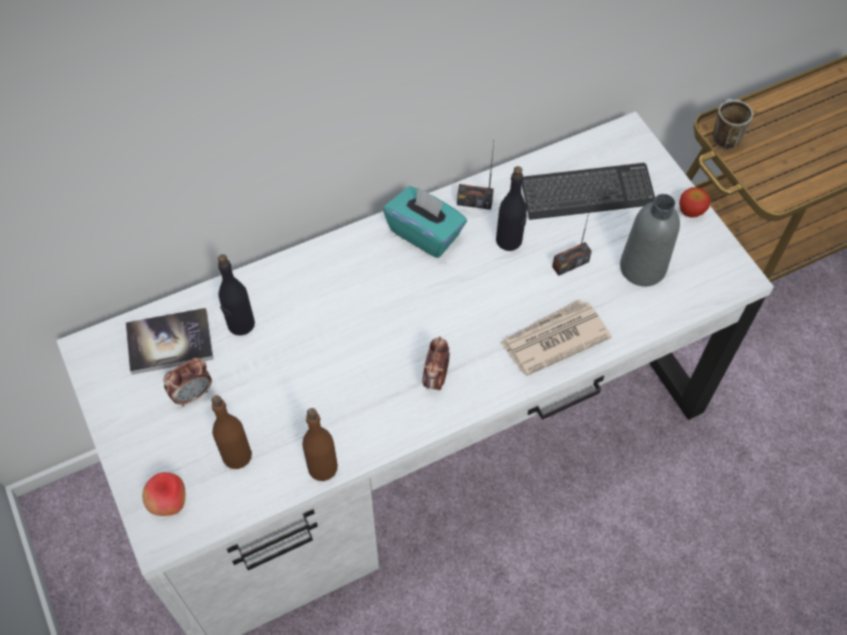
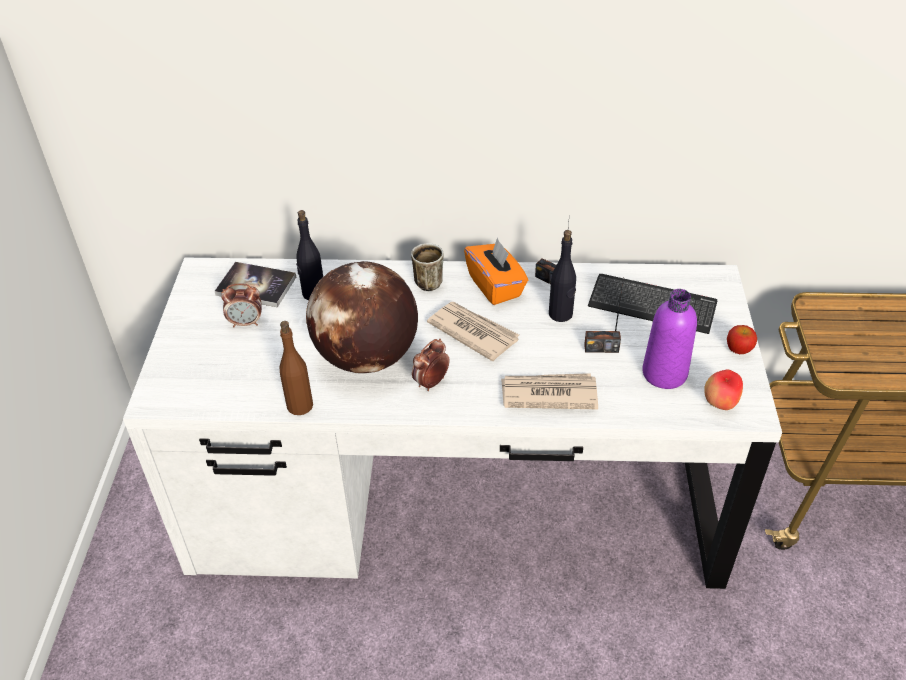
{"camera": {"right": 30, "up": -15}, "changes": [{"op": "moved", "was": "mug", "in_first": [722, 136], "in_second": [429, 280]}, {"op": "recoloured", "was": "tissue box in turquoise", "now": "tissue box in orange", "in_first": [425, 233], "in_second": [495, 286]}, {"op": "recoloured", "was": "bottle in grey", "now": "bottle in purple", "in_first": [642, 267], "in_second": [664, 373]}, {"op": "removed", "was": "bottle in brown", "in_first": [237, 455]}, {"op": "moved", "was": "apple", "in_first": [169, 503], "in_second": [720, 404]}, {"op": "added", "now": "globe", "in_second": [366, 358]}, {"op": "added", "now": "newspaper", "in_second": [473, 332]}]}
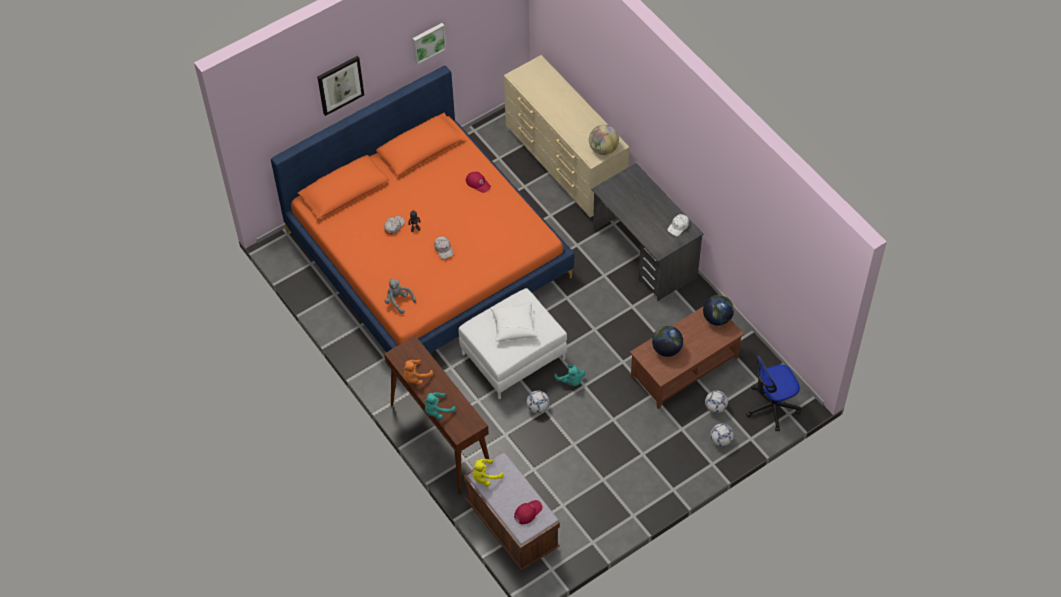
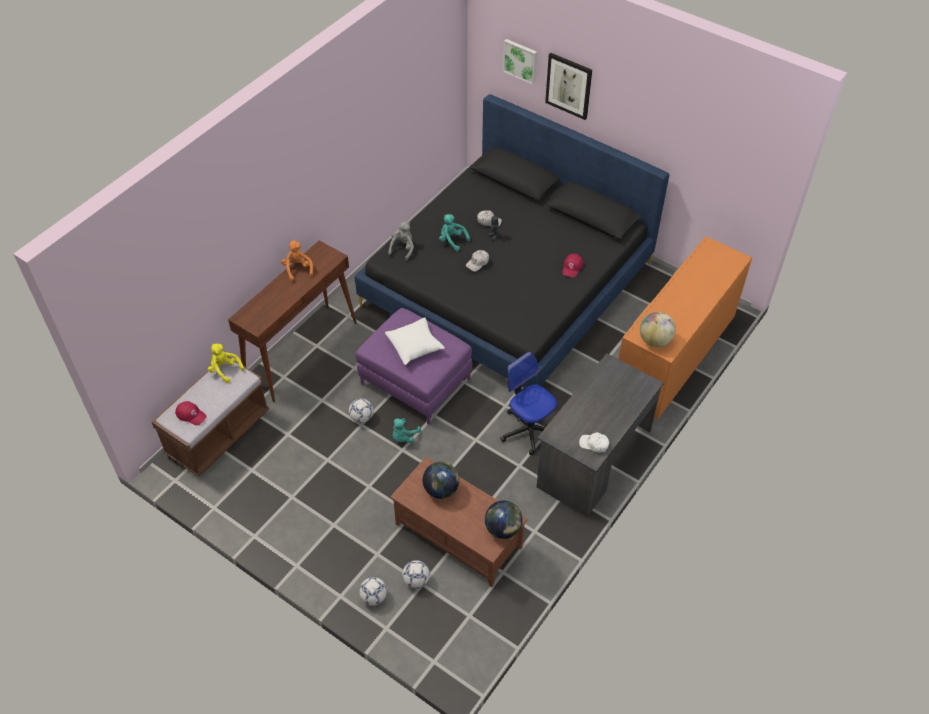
{"camera": {"right": 70, "up": -5}, "changes": [{"op": "moved", "was": "picture", "in_first": [428, 42], "in_second": [520, 60]}, {"op": "recoloured", "was": "dresser in beige", "now": "dresser in orange", "in_first": [565, 165], "in_second": [672, 359]}, {"op": "recoloured", "was": "bed in orange", "now": "bed in black", "in_first": [428, 254], "in_second": [508, 284]}, {"op": "recoloured", "was": "ottoman in white", "now": "ottoman in purple", "in_first": [513, 356], "in_second": [416, 381]}, {"op": "moved", "was": "office chair", "in_first": [771, 406], "in_second": [528, 430]}, {"op": "turned", "was": "plush toy in orange", "in_first": [415, 378], "in_second": [298, 269], "clockwise": 45}, {"op": "moved", "was": "plush toy in turquoise", "in_first": [437, 411], "in_second": [452, 240]}]}
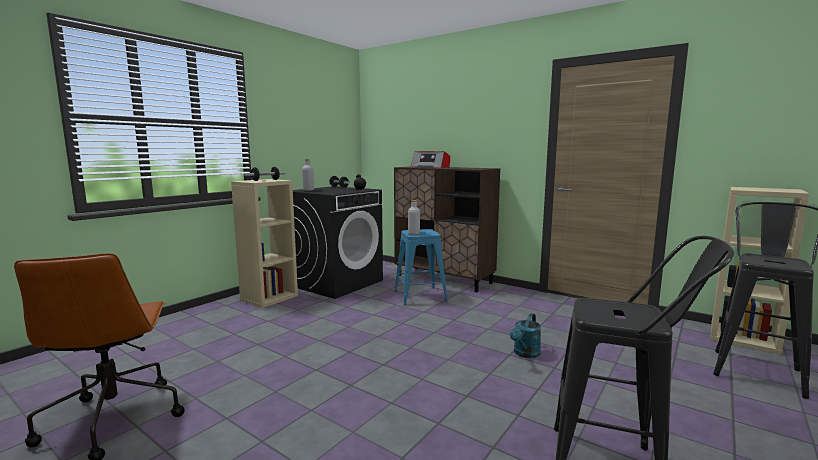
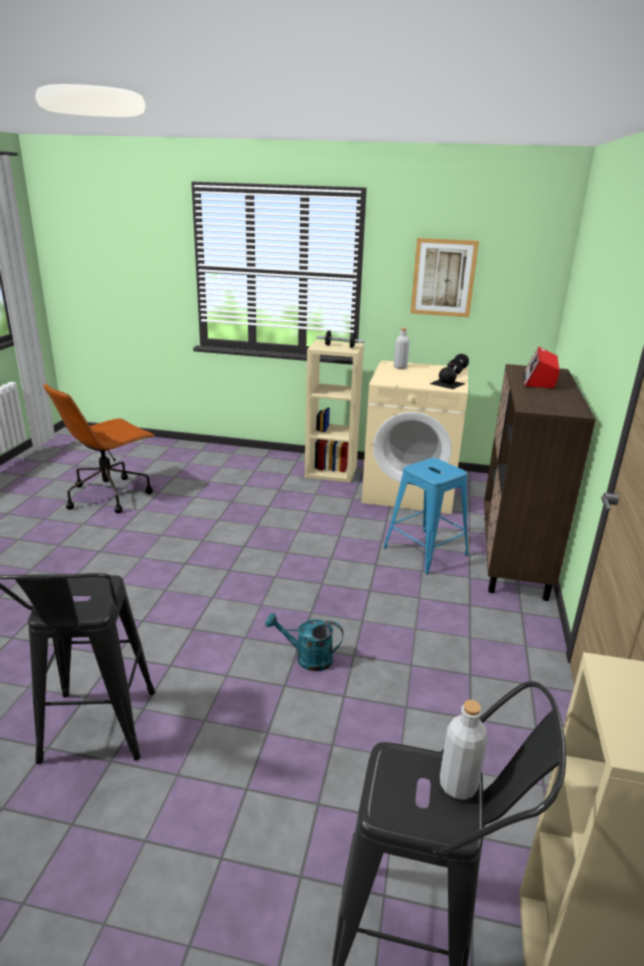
{"camera": {"right": 65, "up": 15}, "changes": [{"op": "recoloured", "was": "washing machine in black", "now": "washing machine in beige", "in_first": [337, 283], "in_second": [410, 490]}, {"op": "moved", "was": "bottle in grey", "in_first": [413, 234], "in_second": [458, 785]}, {"op": "added", "now": "picture", "in_second": [443, 278]}]}
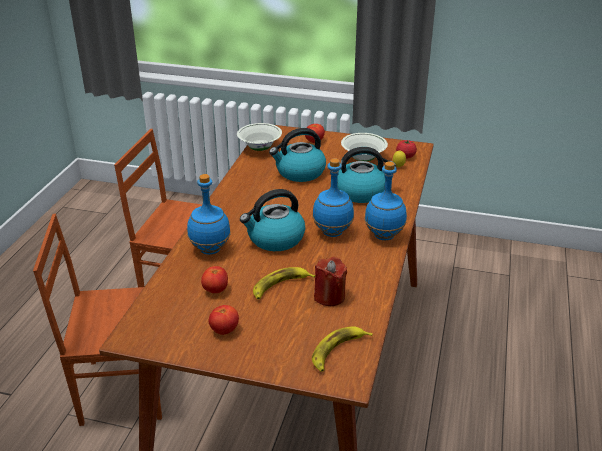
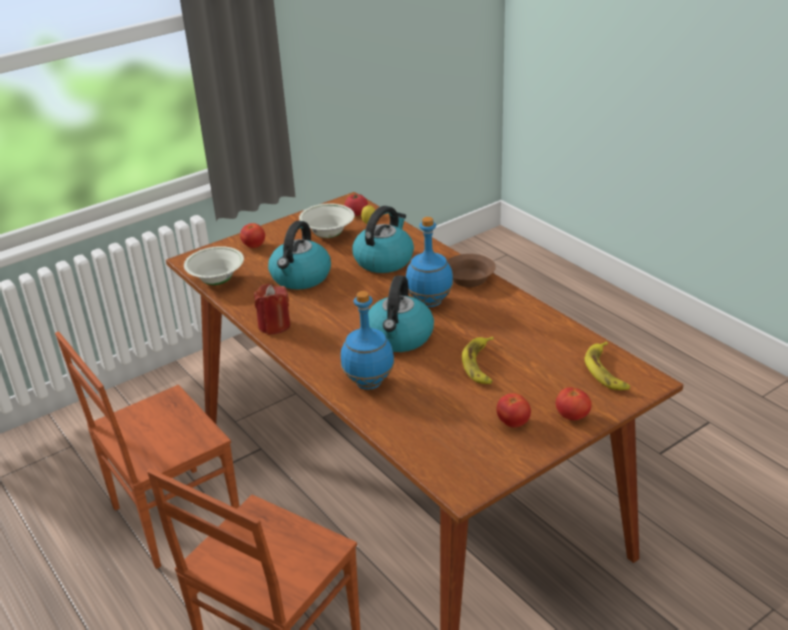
{"camera": {"right": -50, "up": 0}, "changes": [{"op": "replaced", "was": "bottle in blue", "now": "bowl in brown", "in_first": [384, 235], "in_second": [468, 279]}, {"op": "moved", "was": "candle in red", "in_first": [329, 296], "in_second": [274, 325]}, {"op": "moved", "was": "tomato", "in_first": [215, 290], "in_second": [572, 416]}]}
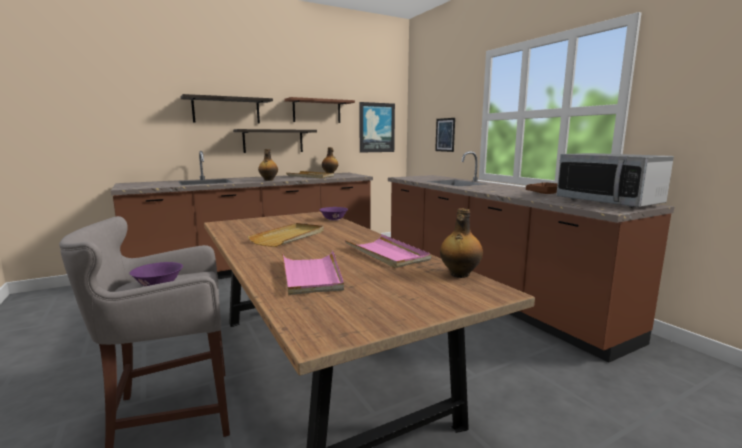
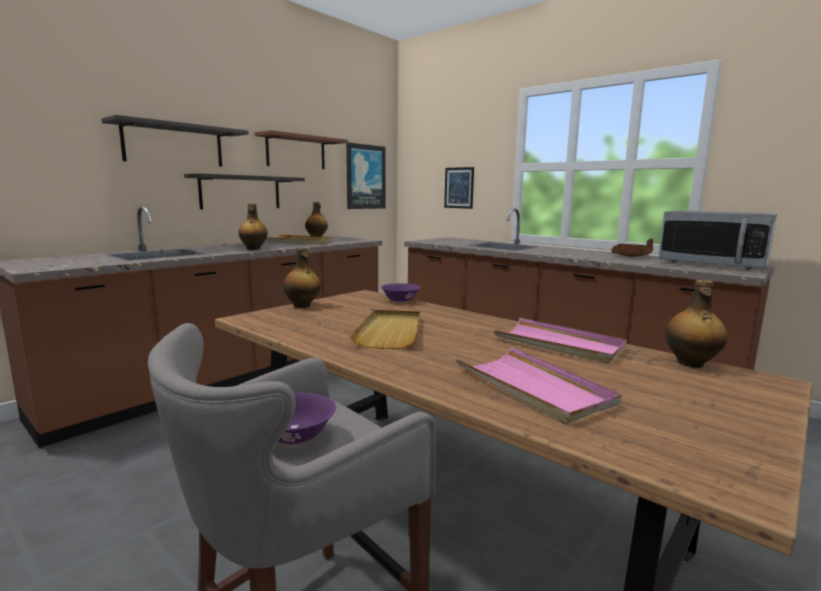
{"camera": {"right": -20, "up": 0}, "changes": [{"op": "added", "now": "bottle", "in_second": [302, 306]}]}
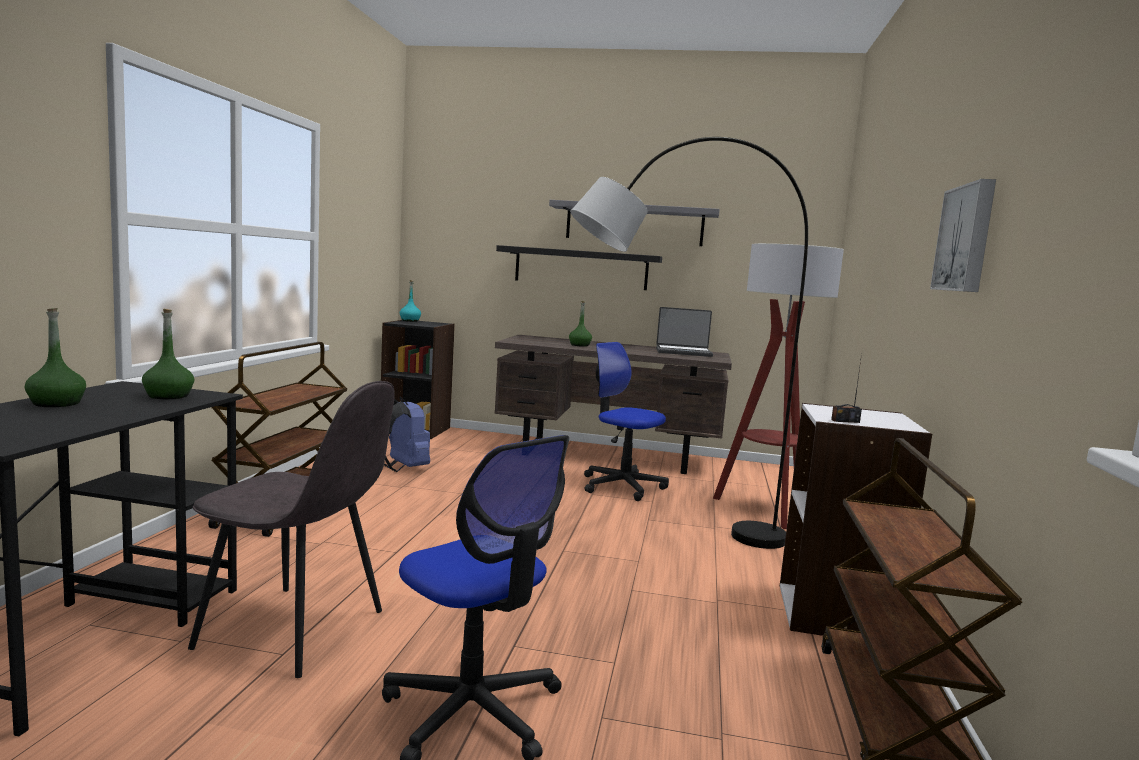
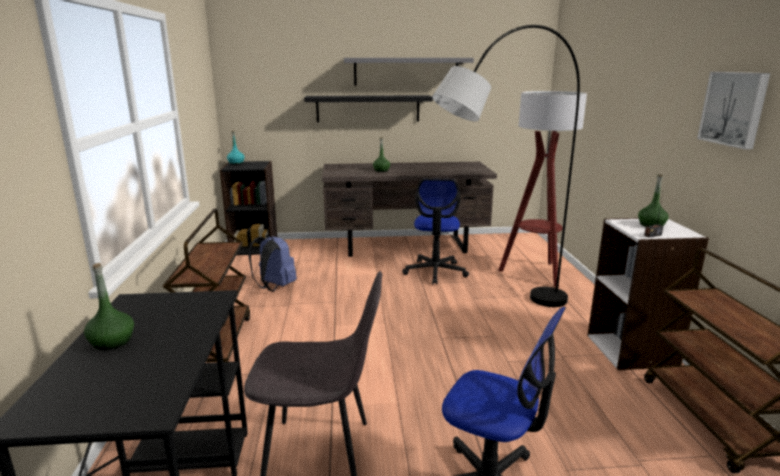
{"camera": {"right": -15, "up": 10}, "changes": [{"op": "removed", "was": "laptop", "in_first": [683, 352]}, {"op": "moved", "was": "bottle in green", "in_first": [169, 396], "in_second": [651, 225]}, {"op": "turned", "was": "office chair", "in_first": [622, 486], "in_second": [435, 272], "clockwise": -105}]}
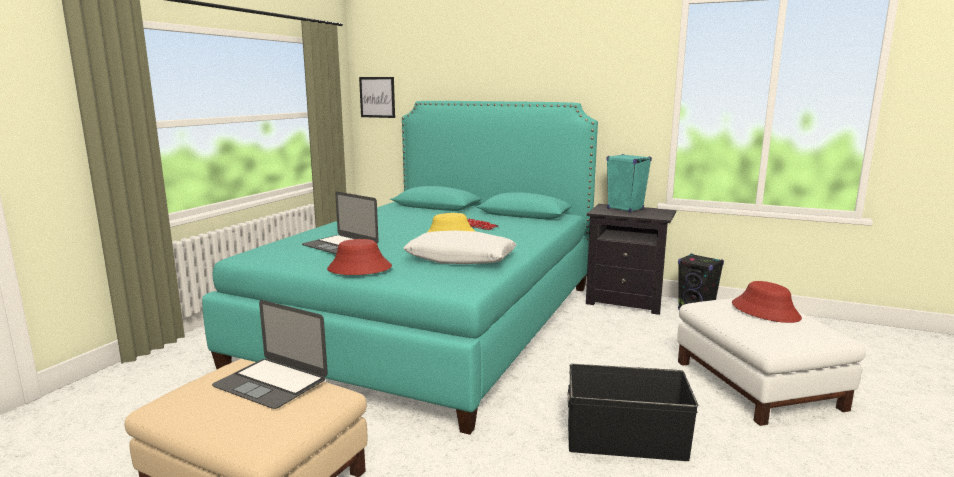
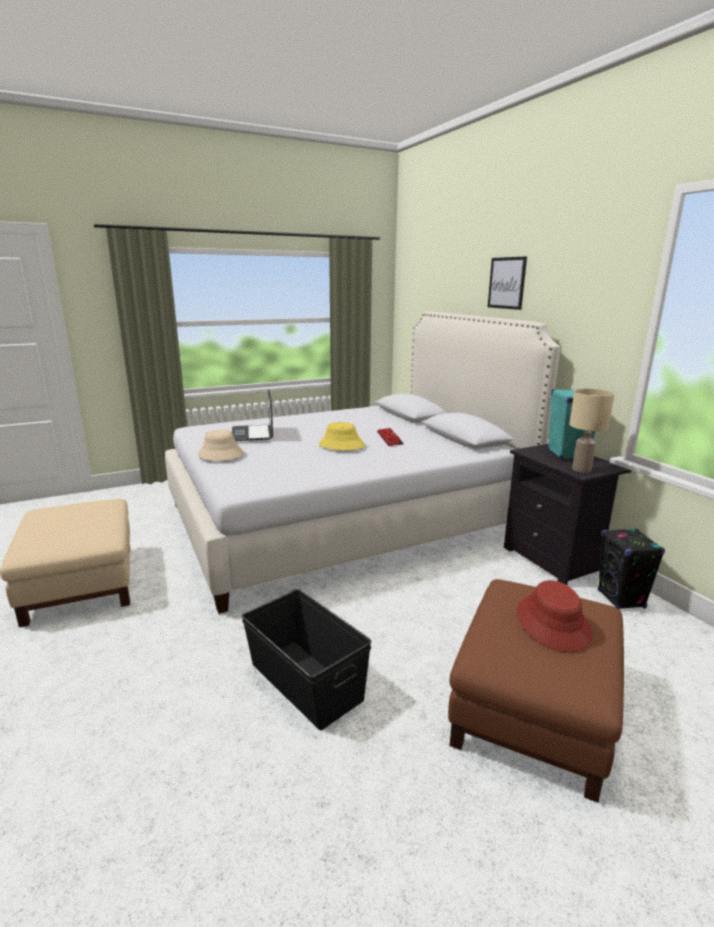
{"camera": {"right": 40, "up": 5}, "changes": [{"op": "moved", "was": "picture", "in_first": [377, 97], "in_second": [506, 283]}, {"op": "recoloured", "was": "bed in turquoise", "now": "bed in white", "in_first": [431, 322], "in_second": [344, 517]}, {"op": "removed", "was": "pillow in white", "in_first": [460, 259]}, {"op": "recoloured", "was": "hat in red", "now": "hat in beige", "in_first": [359, 268], "in_second": [220, 454]}, {"op": "recoloured", "was": "ottoman in white", "now": "ottoman in brown", "in_first": [758, 385], "in_second": [534, 708]}, {"op": "removed", "was": "laptop", "in_first": [271, 382]}, {"op": "added", "now": "table lamp in beige", "in_second": [581, 469]}]}
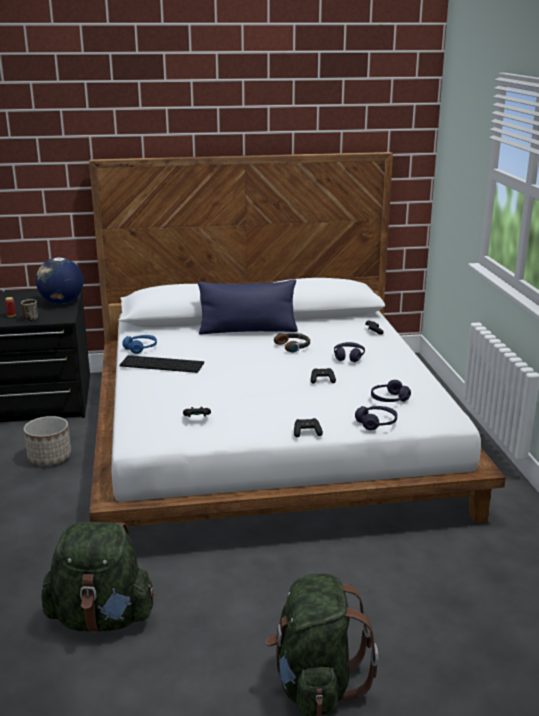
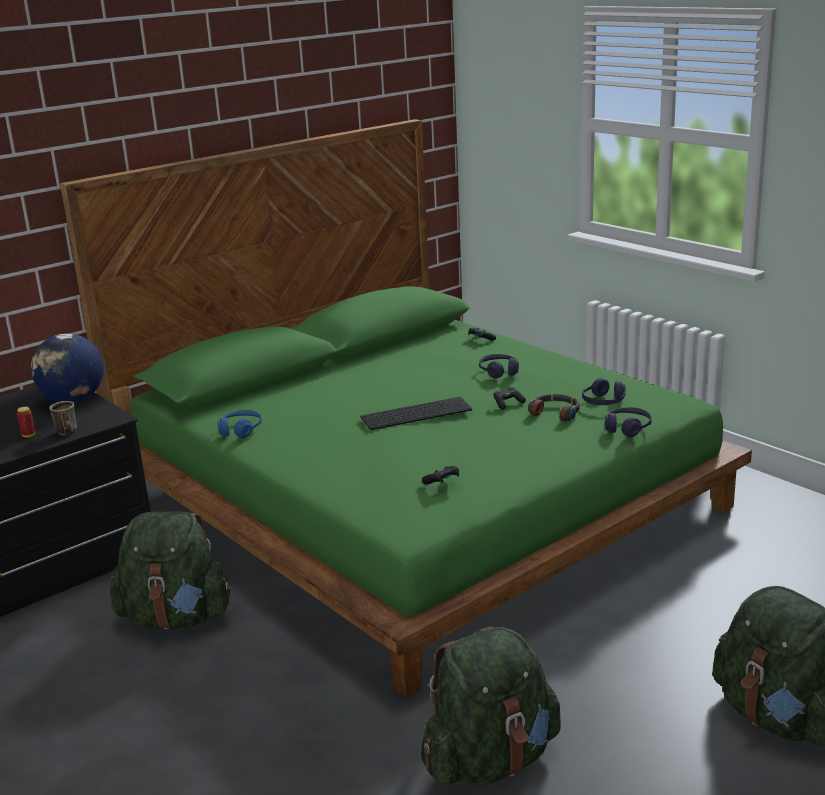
{"camera": {"right": -30, "up": 0}, "changes": [{"op": "recoloured", "was": "bed in white", "now": "bed in green", "in_first": [269, 435], "in_second": [417, 499]}, {"op": "removed", "was": "pillow in blue", "in_first": [248, 331]}, {"op": "moved", "was": "headphones", "in_first": [293, 346], "in_second": [555, 412]}, {"op": "moved", "was": "keyboard", "in_first": [163, 364], "in_second": [416, 413]}, {"op": "replaced", "was": "planter", "now": "backpack in green", "in_first": [50, 457], "in_second": [176, 617]}, {"op": "removed", "was": "game controller in black", "in_first": [307, 433]}]}
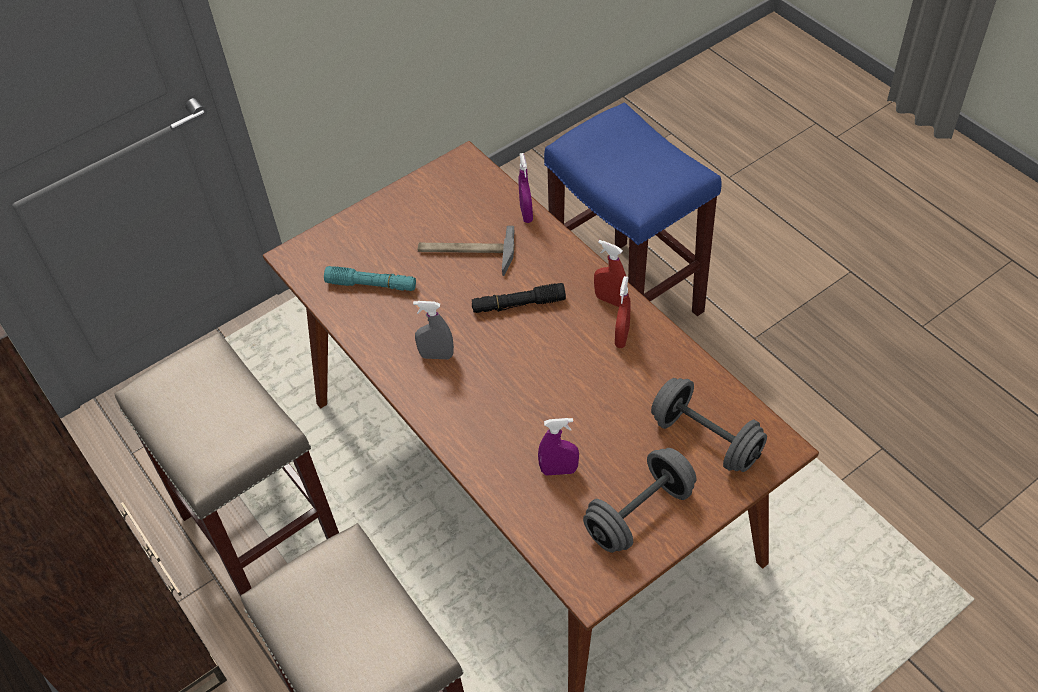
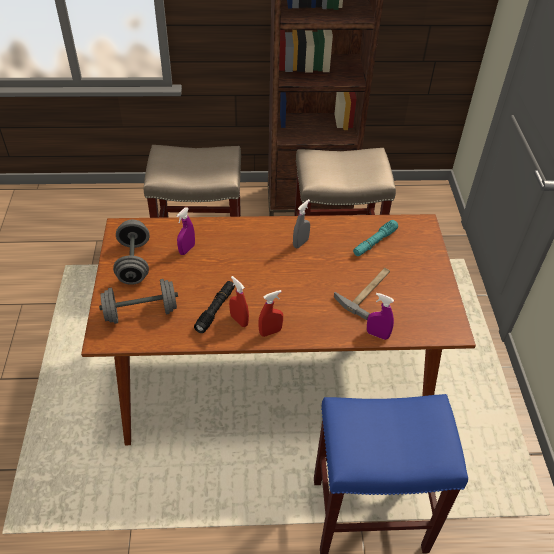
{"camera": {"right": 120, "up": -5}, "changes": [{"op": "moved", "was": "flashlight in black", "in_first": [518, 304], "in_second": [215, 310]}]}
